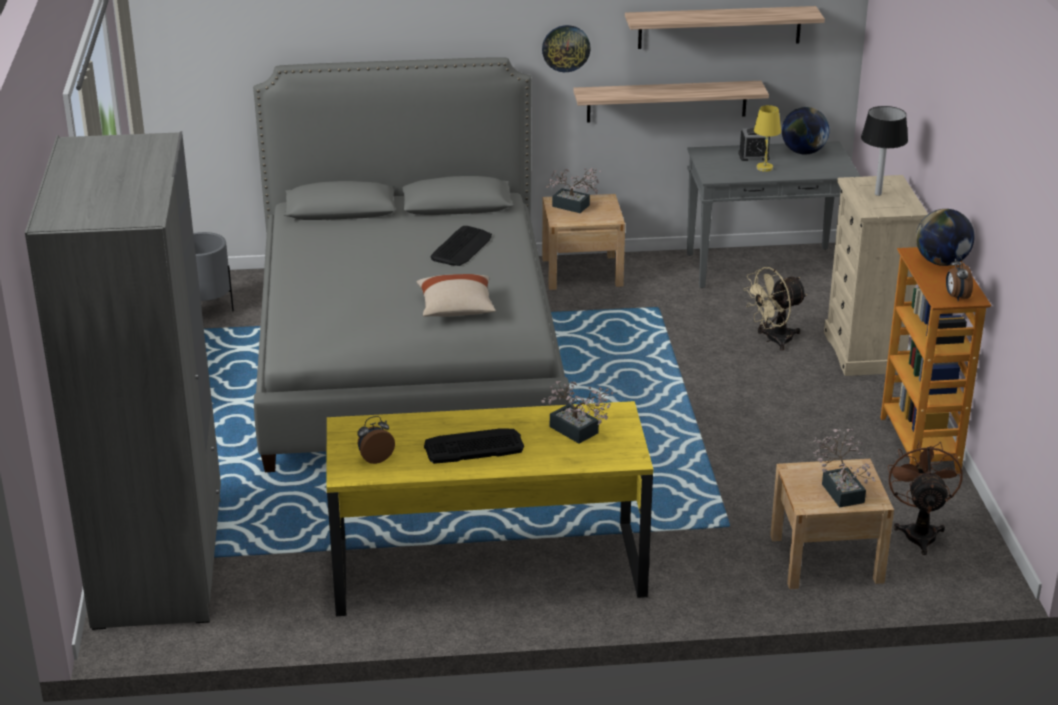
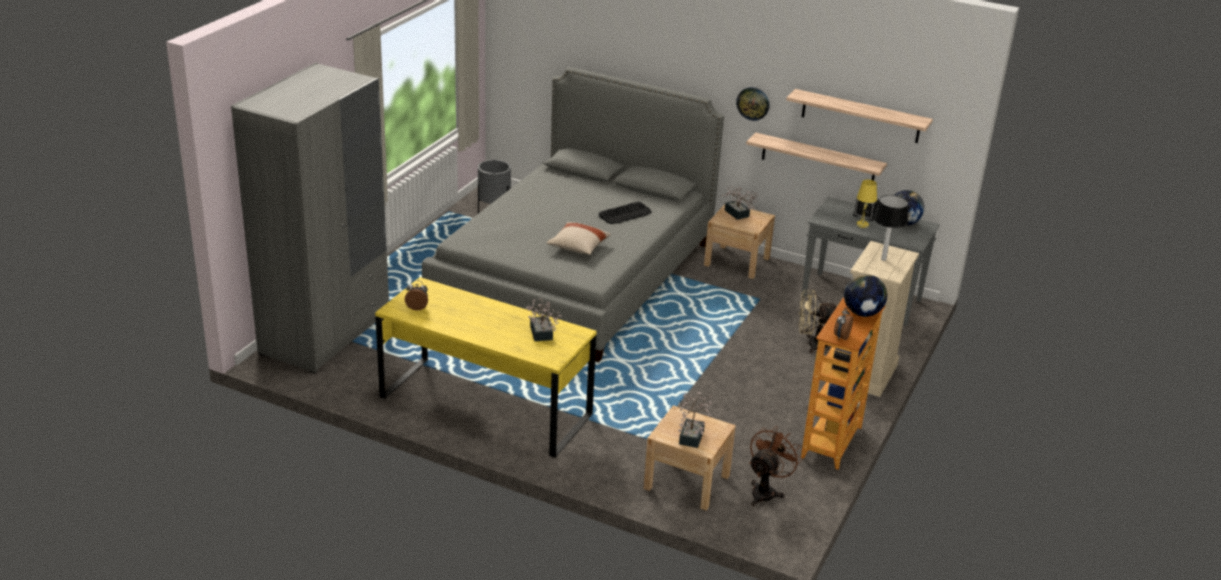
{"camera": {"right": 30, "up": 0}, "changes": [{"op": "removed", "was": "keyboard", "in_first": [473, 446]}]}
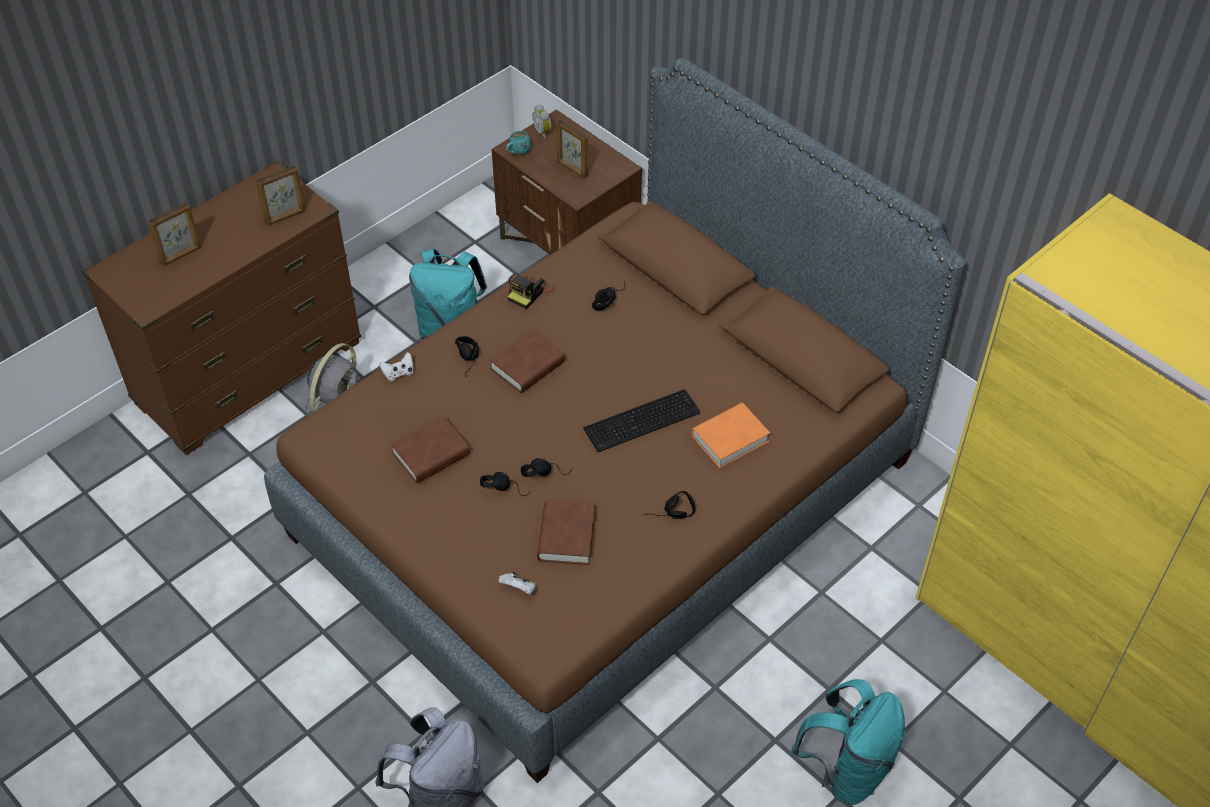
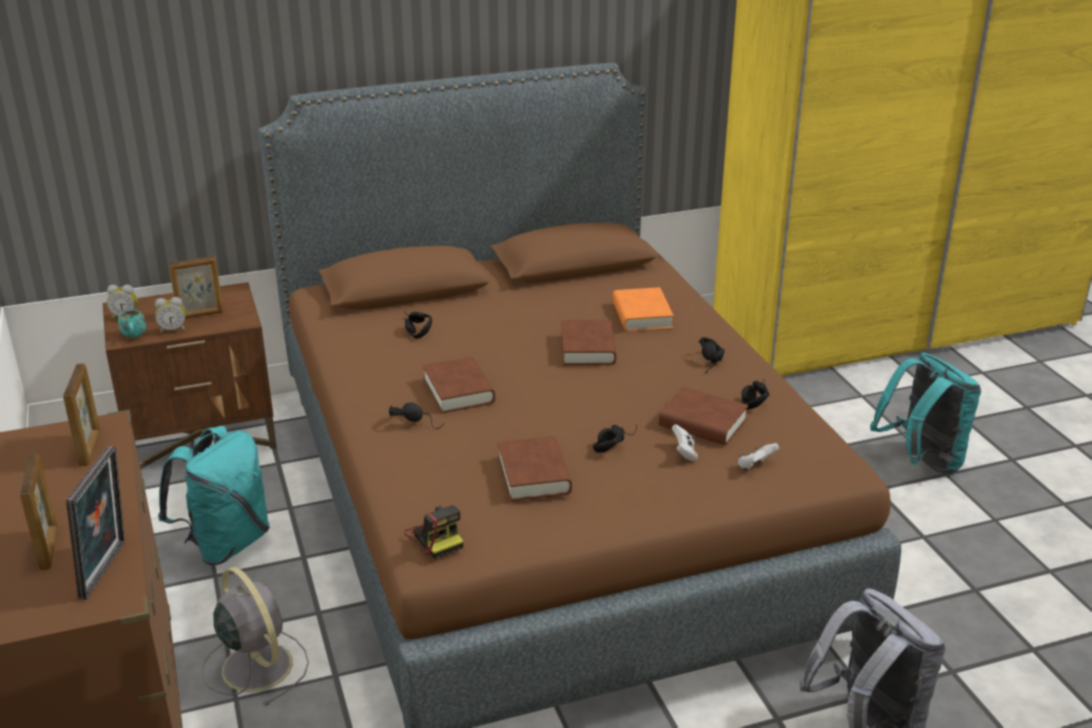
{"camera": {"right": -65, "up": -20}, "changes": [{"op": "moved", "was": "photo camera", "in_first": [530, 293], "in_second": [435, 537]}, {"op": "moved", "was": "game controller in white", "in_first": [398, 373], "in_second": [684, 453]}, {"op": "replaced", "was": "keyboard", "now": "book in brown", "in_first": [644, 421], "in_second": [588, 349]}, {"op": "moved", "was": "headphones in black", "in_first": [545, 472], "in_second": [753, 398]}, {"op": "added", "now": "alarm clock", "in_second": [173, 330]}, {"op": "added", "now": "picture frame", "in_second": [108, 570]}]}
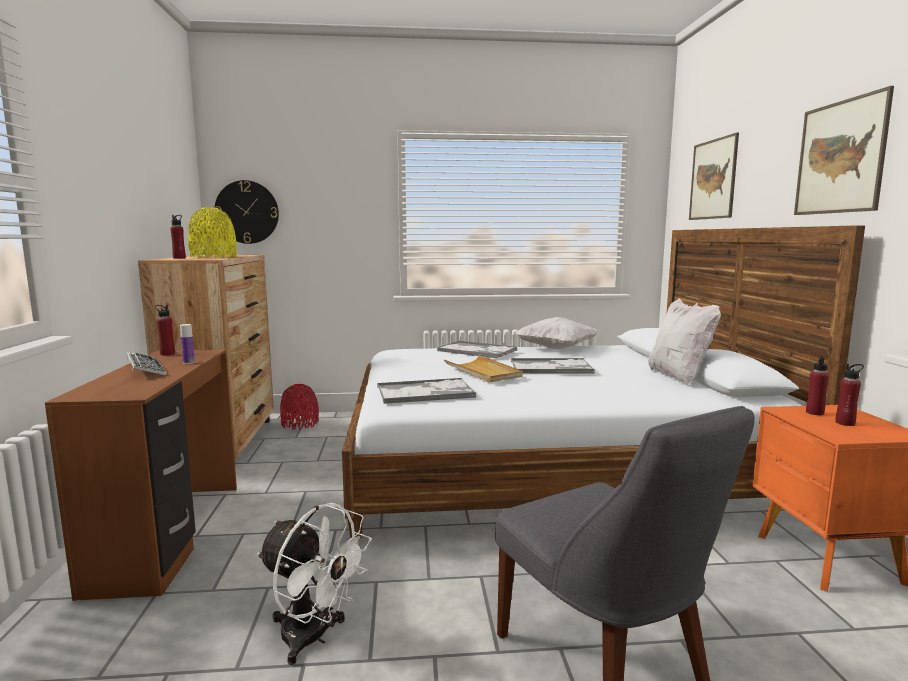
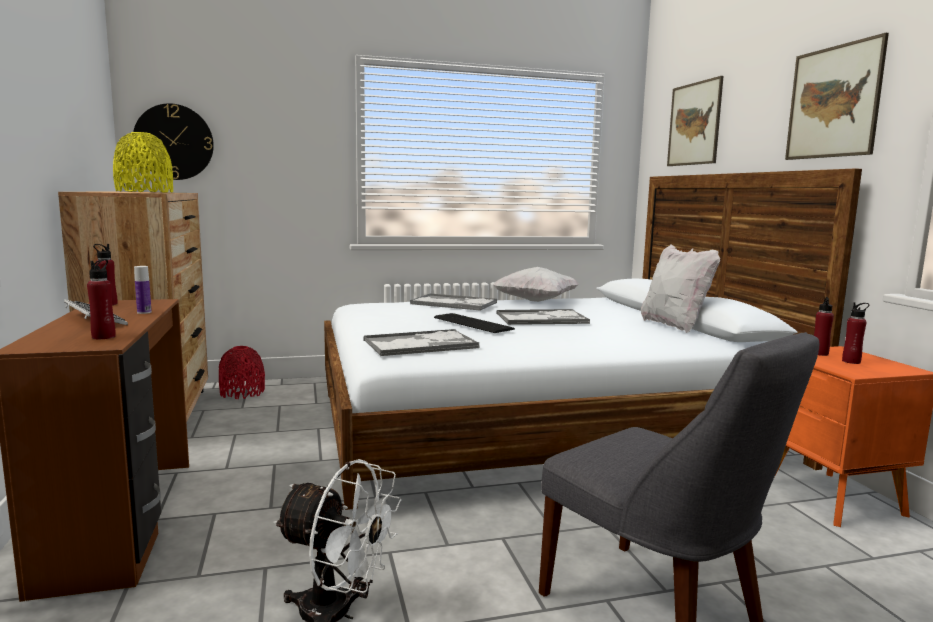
{"camera": {"right": -10, "up": 0}, "changes": [{"op": "moved", "was": "bottle in red", "in_first": [179, 258], "in_second": [104, 337]}, {"op": "replaced", "was": "tray in beige", "now": "keyboard", "in_first": [483, 372], "in_second": [472, 323]}]}
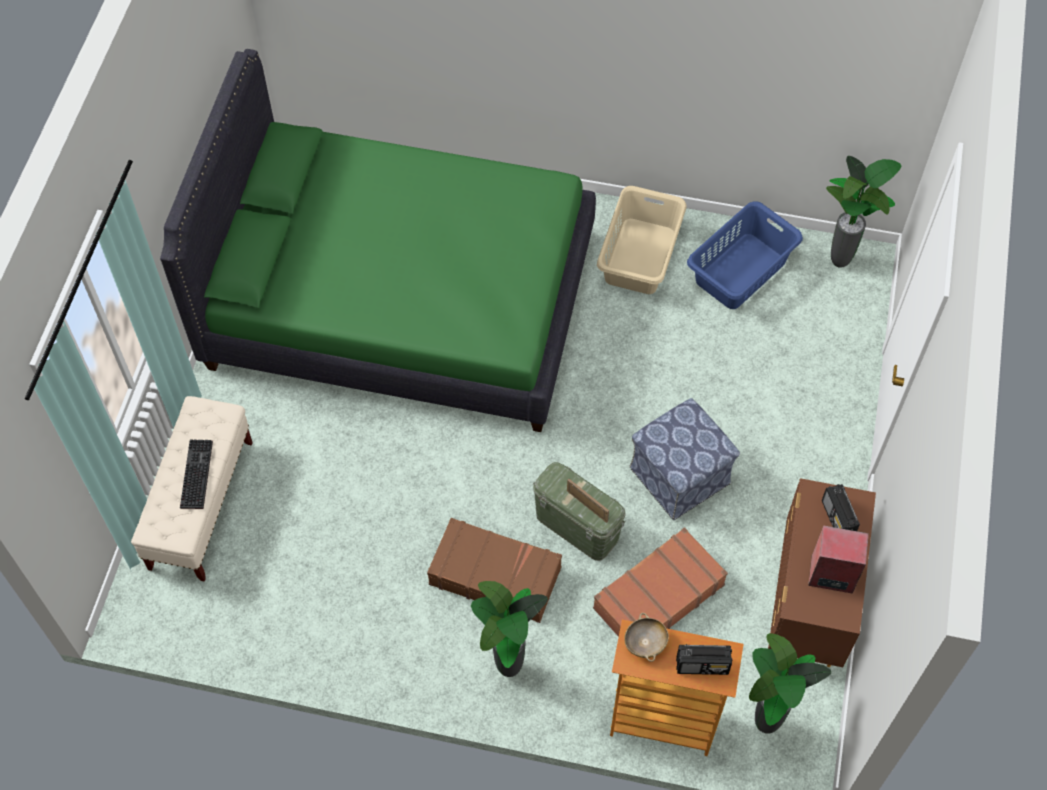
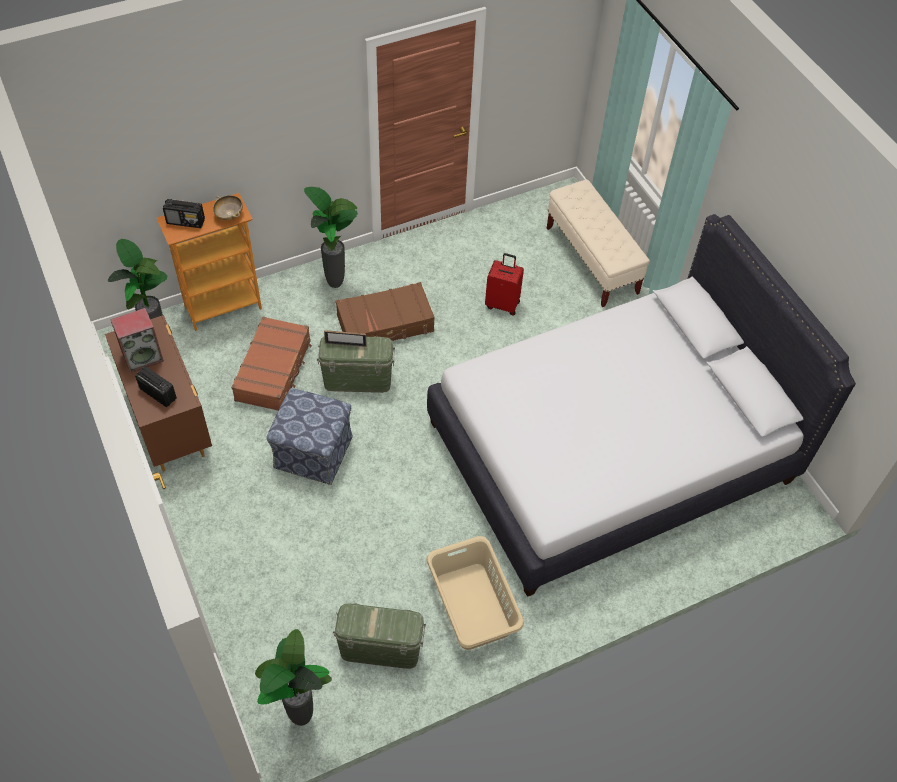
{"camera": {"right": 140, "up": -5}, "changes": [{"op": "recoloured", "was": "bed in green", "now": "bed in white", "in_first": [401, 301], "in_second": [610, 451]}, {"op": "replaced", "was": "laundry basket in blue", "now": "storage box in green", "in_first": [741, 271], "in_second": [380, 649]}, {"op": "removed", "was": "keyboard", "in_first": [195, 473]}, {"op": "turned", "was": "radio", "in_first": [702, 665], "in_second": [186, 221], "clockwise": -135}, {"op": "added", "now": "suitcase in red", "in_second": [503, 304]}]}
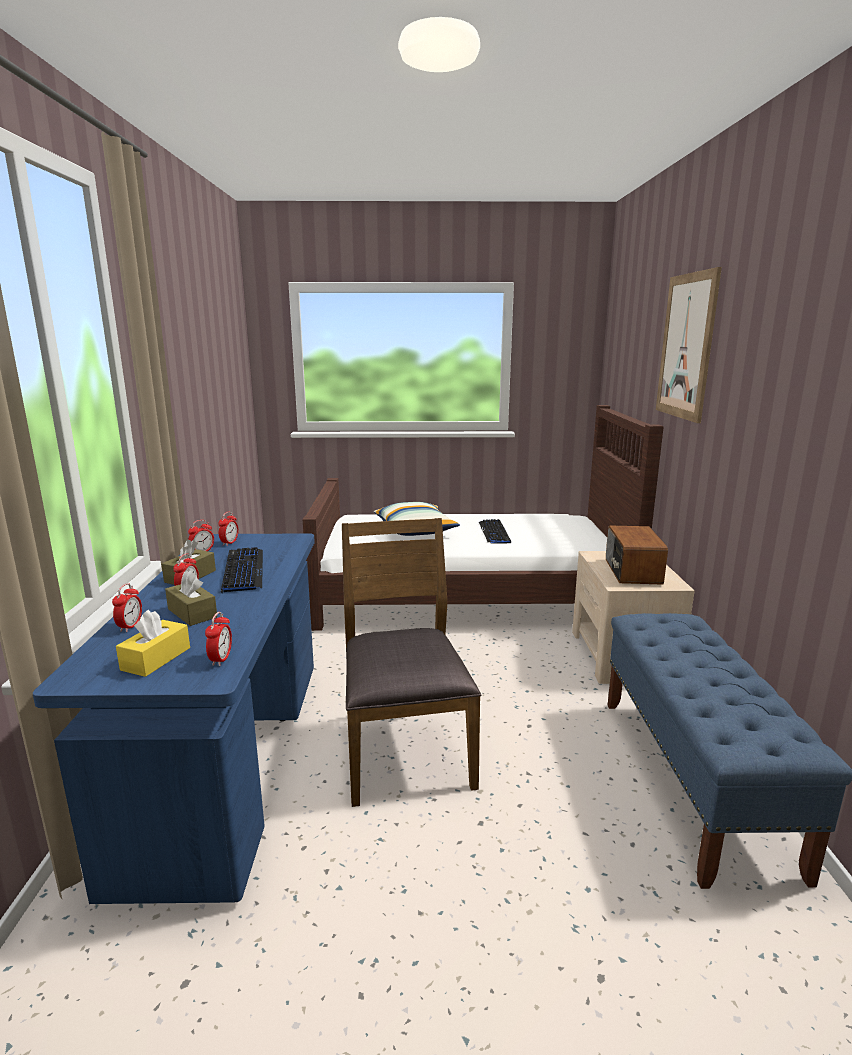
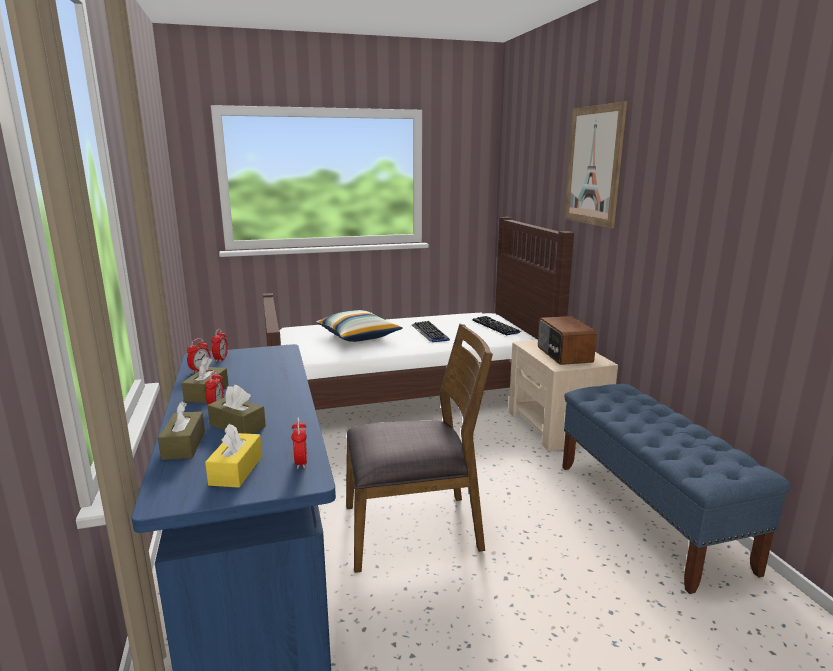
{"camera": {"right": -15, "up": 0}, "changes": [{"op": "turned", "was": "chair in brown", "in_first": [404, 748], "in_second": [413, 528], "clockwise": 105}, {"op": "moved", "was": "keyboard", "in_first": [243, 570], "in_second": [496, 326]}, {"op": "replaced", "was": "alarm clock", "now": "tissue box in brown", "in_first": [130, 626], "in_second": [184, 445]}]}
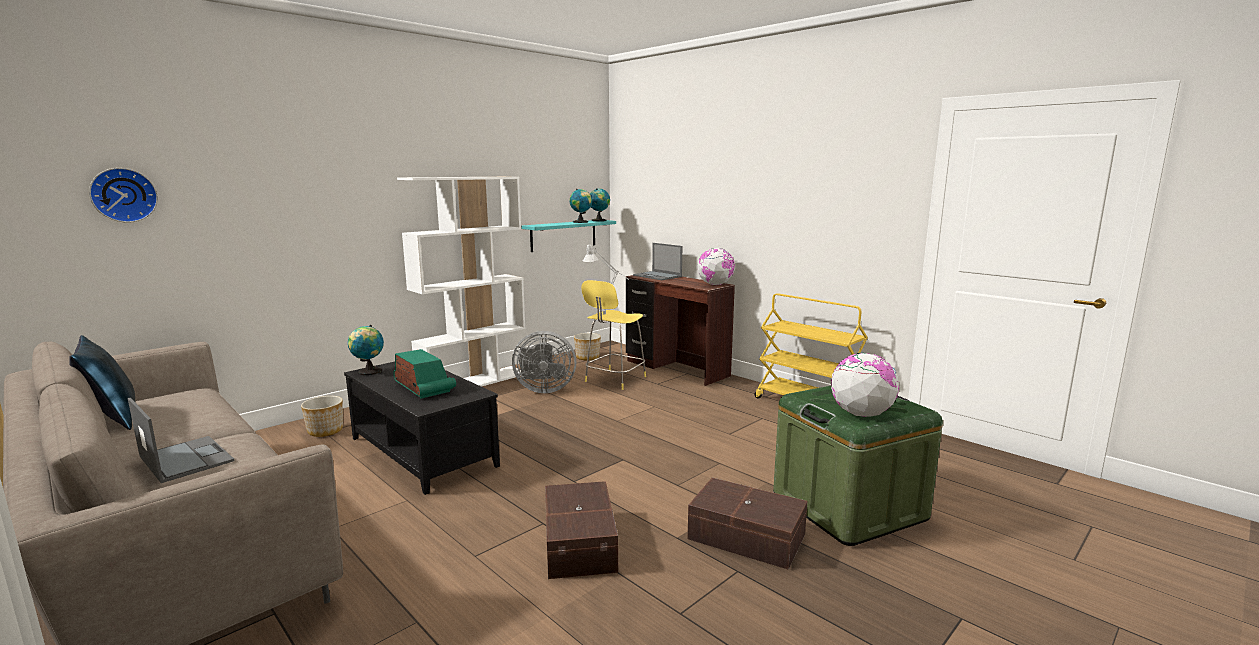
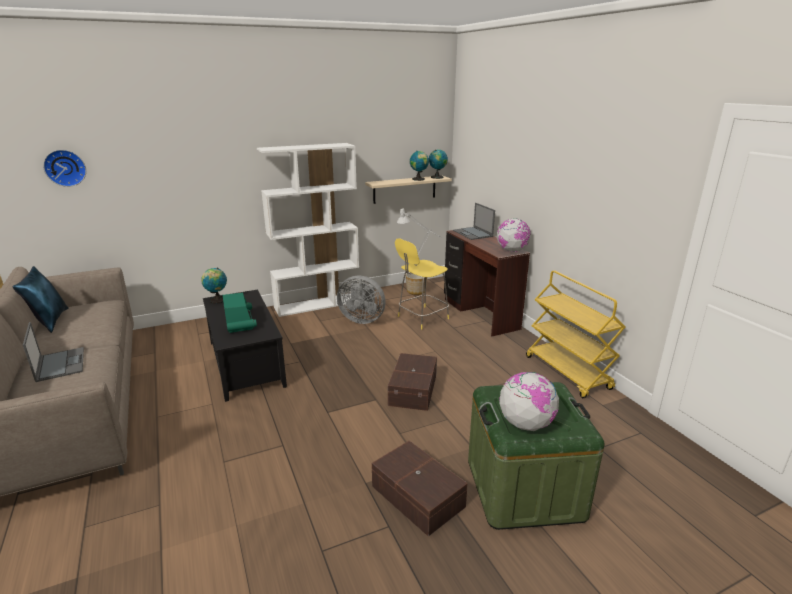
{"camera": {"right": 20, "up": 10}, "changes": [{"op": "recoloured", "was": "shelf in turquoise", "now": "shelf in beige", "in_first": [563, 235], "in_second": [404, 189]}, {"op": "removed", "was": "planter", "in_first": [325, 430]}, {"op": "moved", "was": "storage box in brown", "in_first": [581, 542], "in_second": [414, 390]}]}
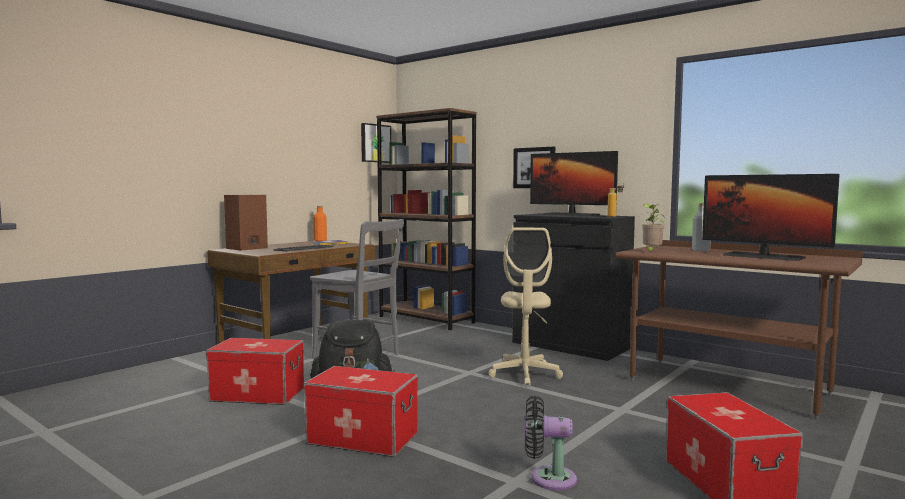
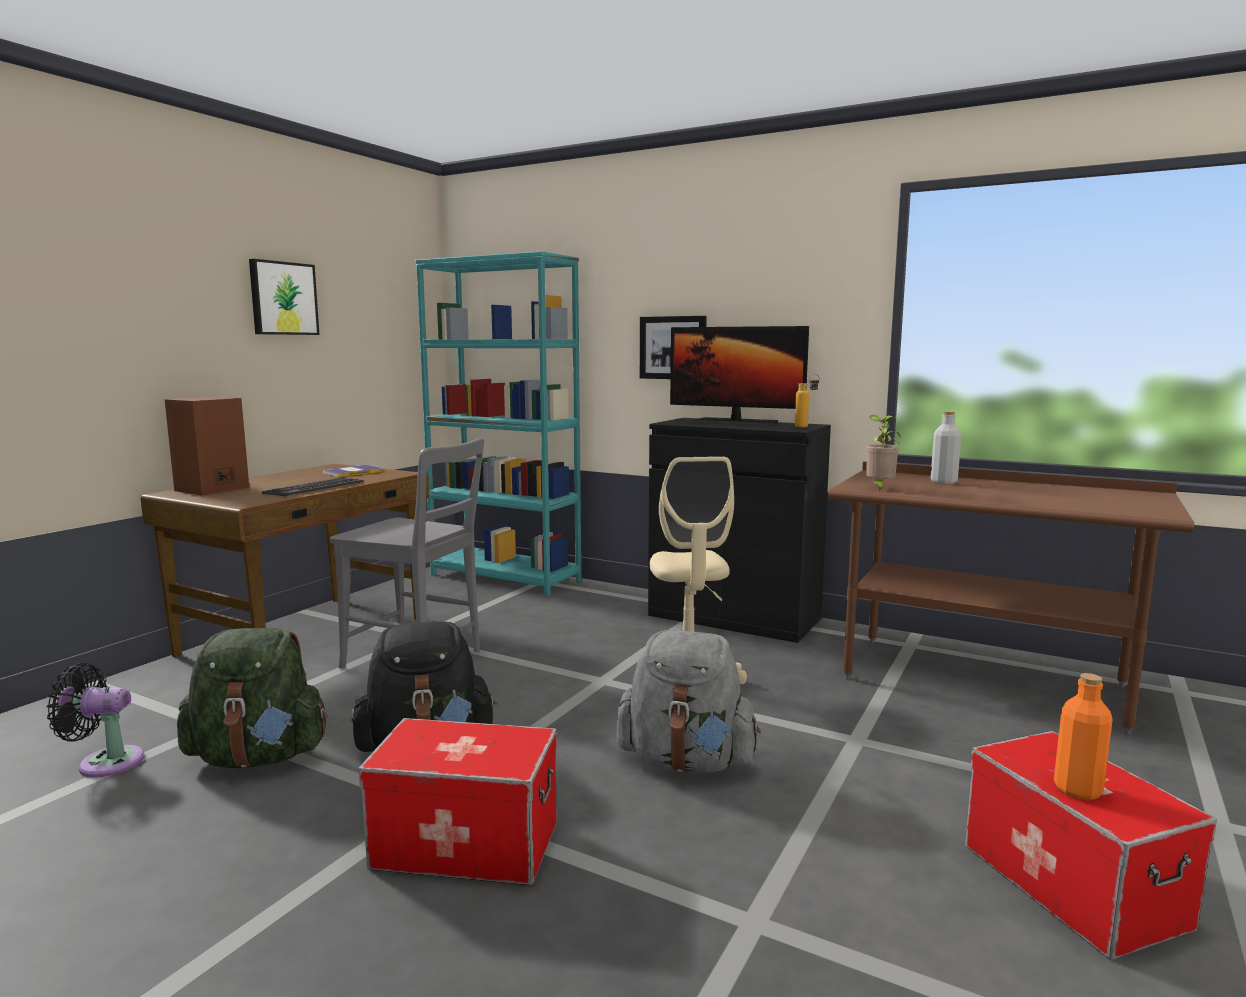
{"camera": {"right": -10, "up": 5}, "changes": [{"op": "recoloured", "was": "bookcase in brown", "now": "bookcase in turquoise", "in_first": [426, 319], "in_second": [505, 578]}, {"op": "moved", "was": "picture", "in_first": [375, 143], "in_second": [283, 298]}, {"op": "removed", "was": "monitor", "in_first": [763, 256]}, {"op": "moved", "was": "bottle in orange", "in_first": [320, 241], "in_second": [1077, 790]}, {"op": "replaced", "was": "storage box", "now": "backpack in green", "in_first": [258, 394], "in_second": [259, 757]}, {"op": "moved", "was": "fan in black", "in_first": [548, 478], "in_second": [105, 762]}, {"op": "added", "now": "backpack in grey", "in_second": [686, 762]}]}
